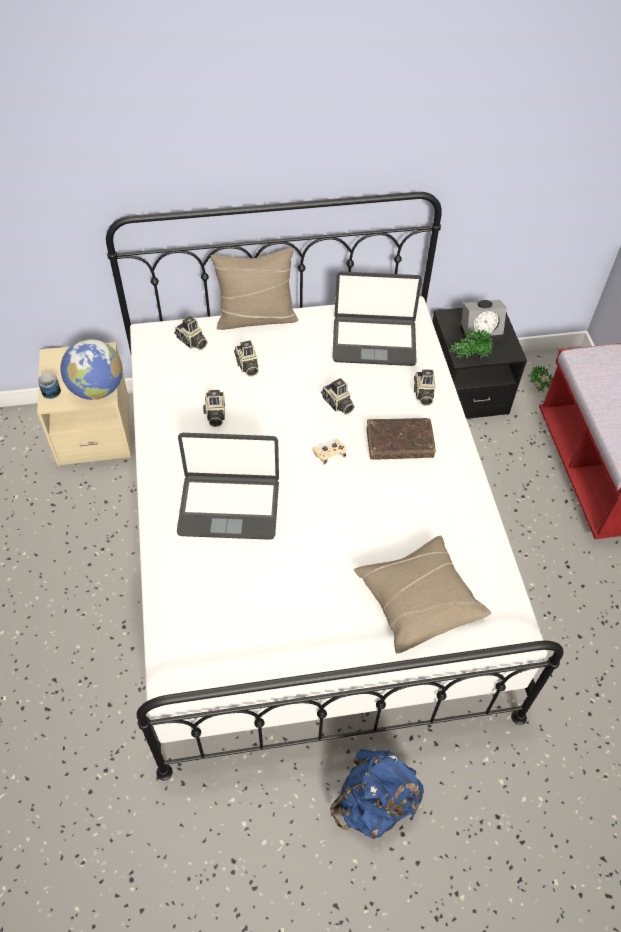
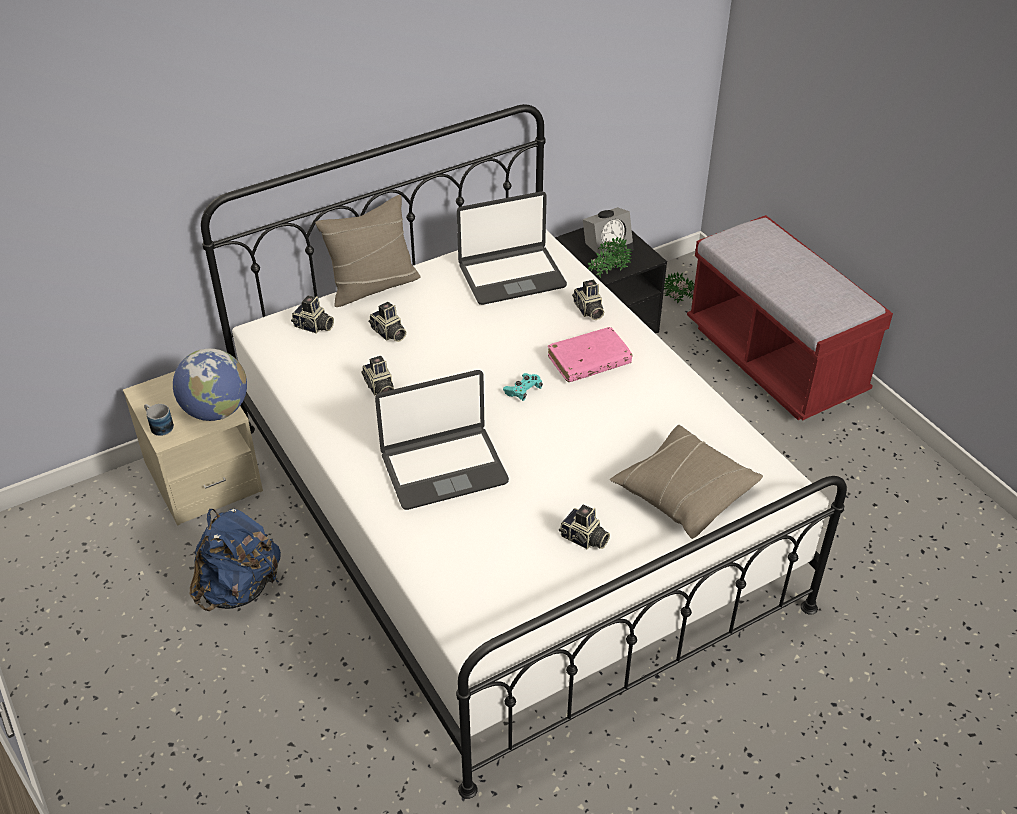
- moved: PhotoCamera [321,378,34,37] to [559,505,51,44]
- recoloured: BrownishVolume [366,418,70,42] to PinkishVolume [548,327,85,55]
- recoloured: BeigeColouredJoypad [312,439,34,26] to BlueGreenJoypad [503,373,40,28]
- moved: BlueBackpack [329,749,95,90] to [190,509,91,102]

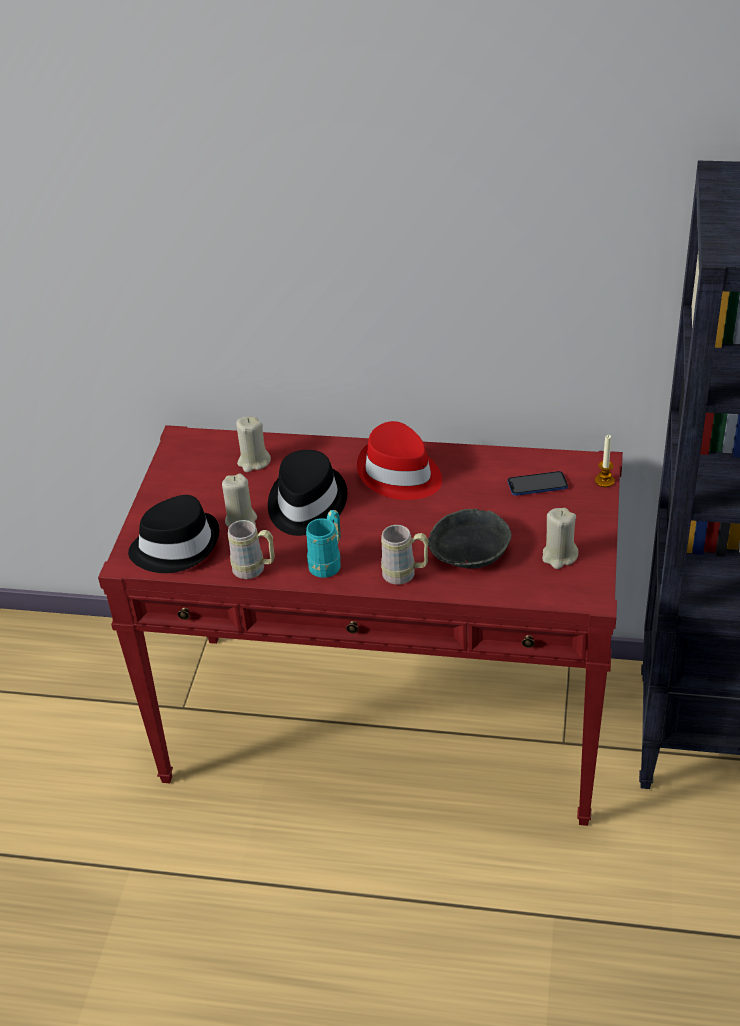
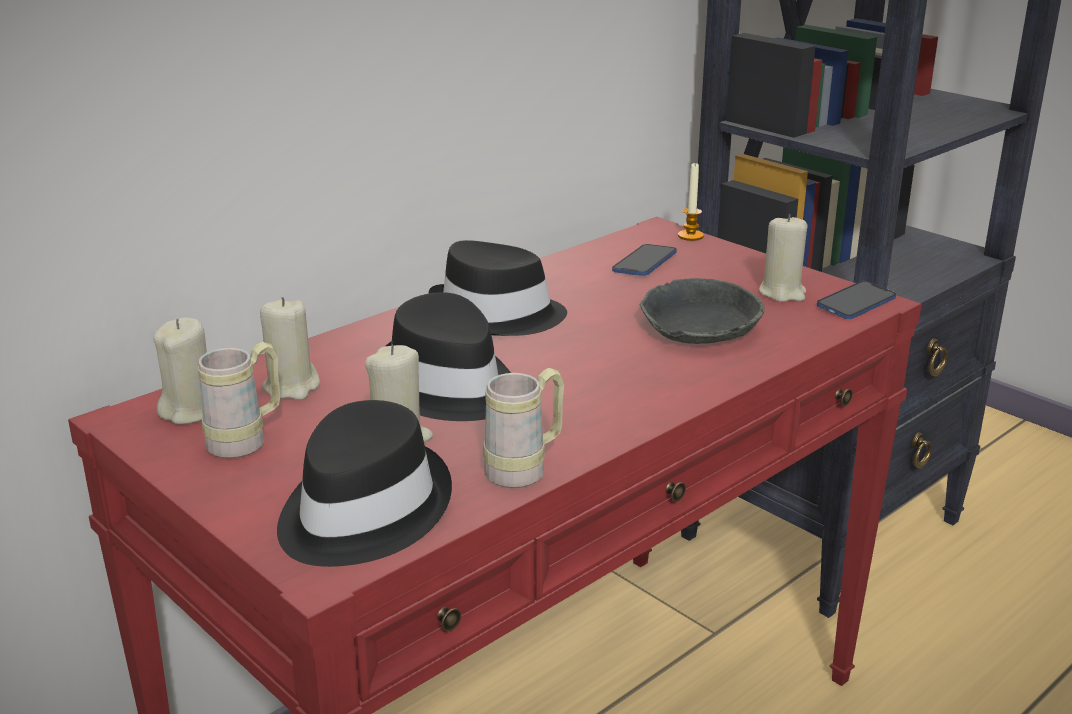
- recoloured: RedClothingHat [357,421,85,79] to BlackColouredClothingHat [429,240,138,96]
- removed: BlueGreenCoffeeMug [306,510,35,68]
- moved: BeigeColouredCoffeeMug [381,525,47,59] to [198,342,82,116]
- added: Handset [817,281,79,38]
- added: BeigeColouredCandle [153,317,54,107]

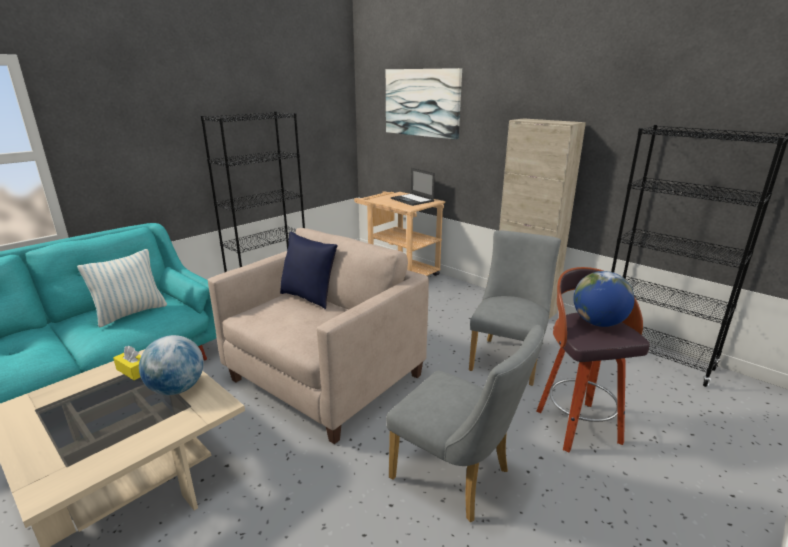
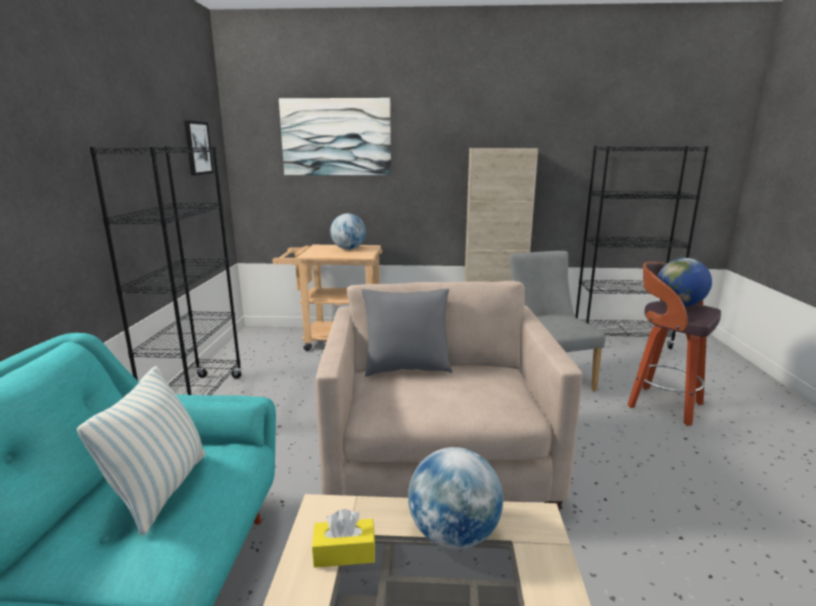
- replaced: PortableComputer [391,168,44,38] to Globe [330,213,36,37]
- recoloured: BluePillow [280,232,58,77] to GreyishPillow [361,288,91,88]
- removed: GreyishUprightChair [386,325,158,197]
- added: Picture [184,120,30,56]

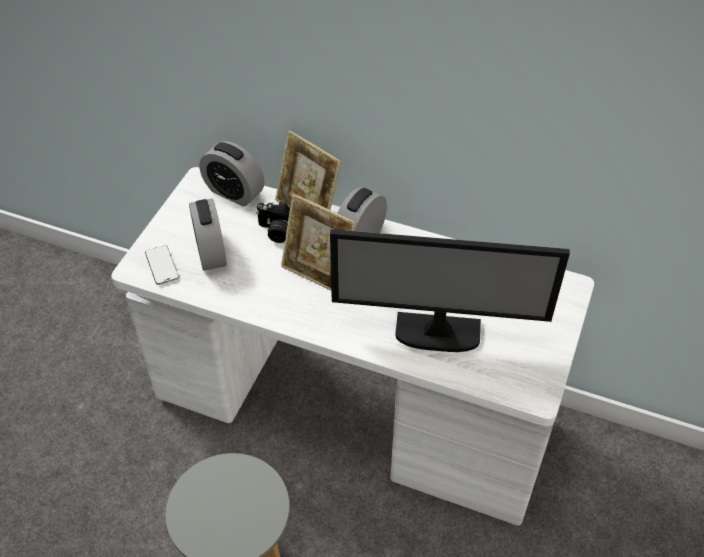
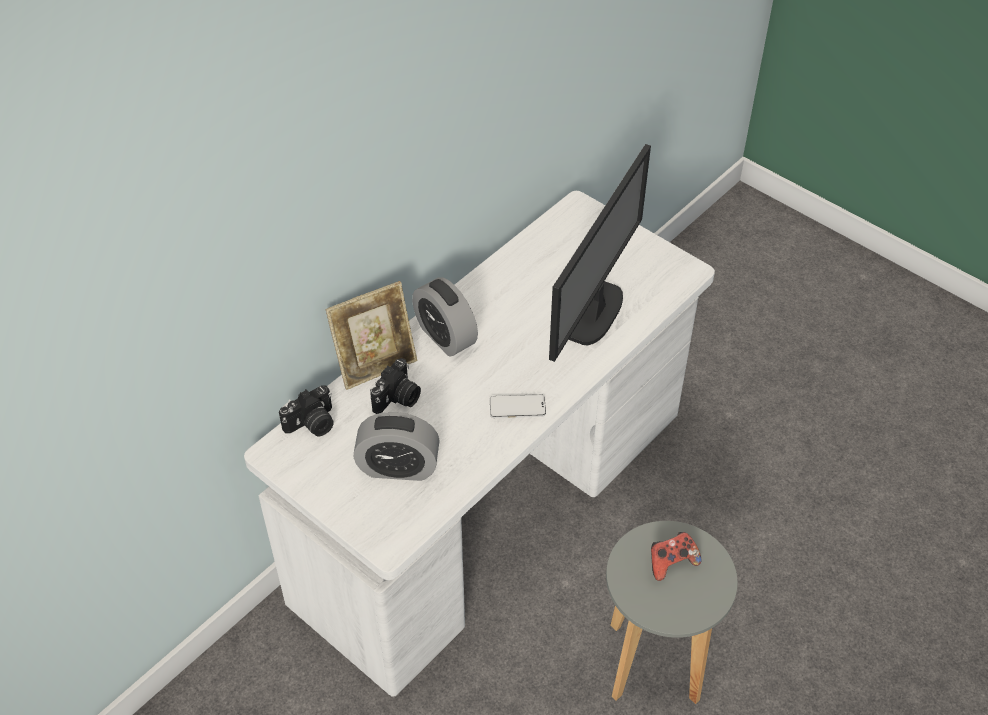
- replaced: BedsideClock [199,141,66,66] to PhotoCamera [279,385,55,51]
- removed: PictureFrame [281,194,76,96]
- moved: Handset [145,245,34,40] to [490,394,56,24]
- added: Joypad [651,532,51,49]

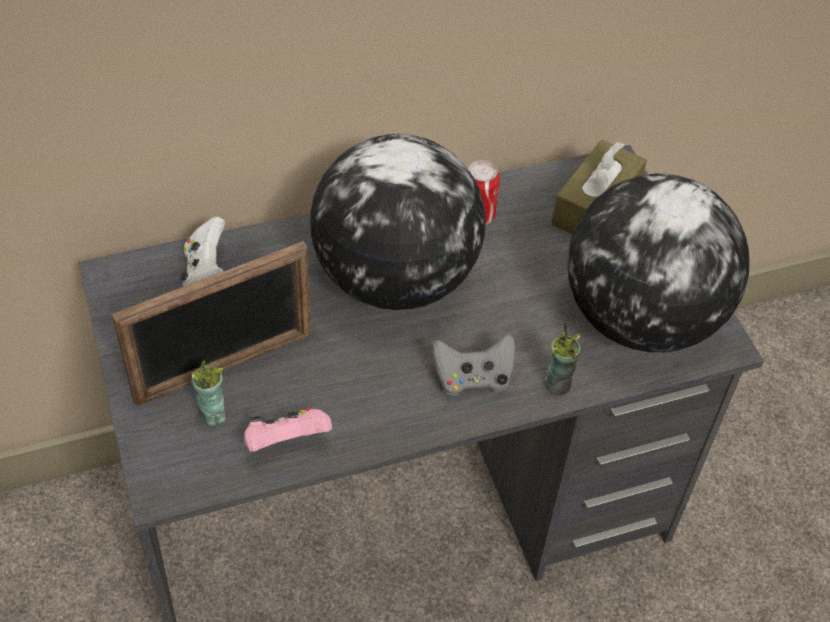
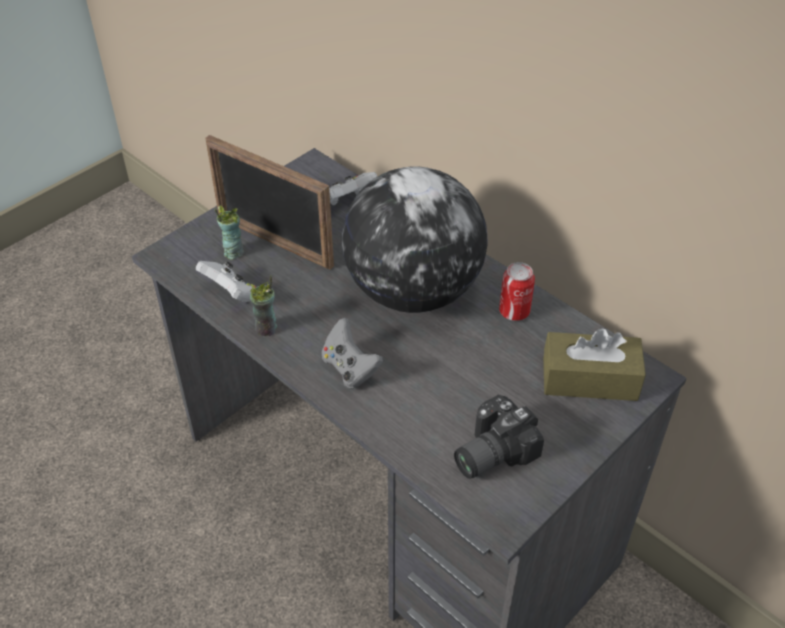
- replaced: Globe [567,174,183,179] to PhotoCamera [454,395,90,84]
- moved: SmallCup [545,321,36,74] to [250,275,27,61]
- recoloured: PinkishJoypad [244,408,88,44] to WhiteJoypad [196,261,60,41]

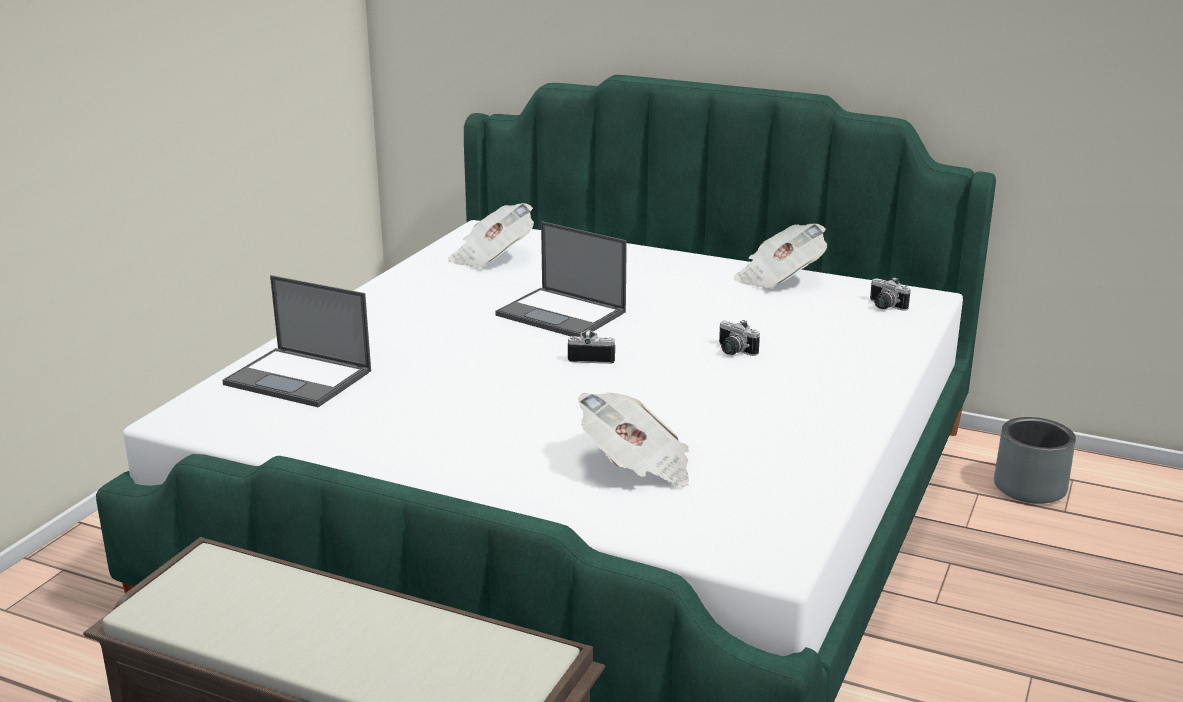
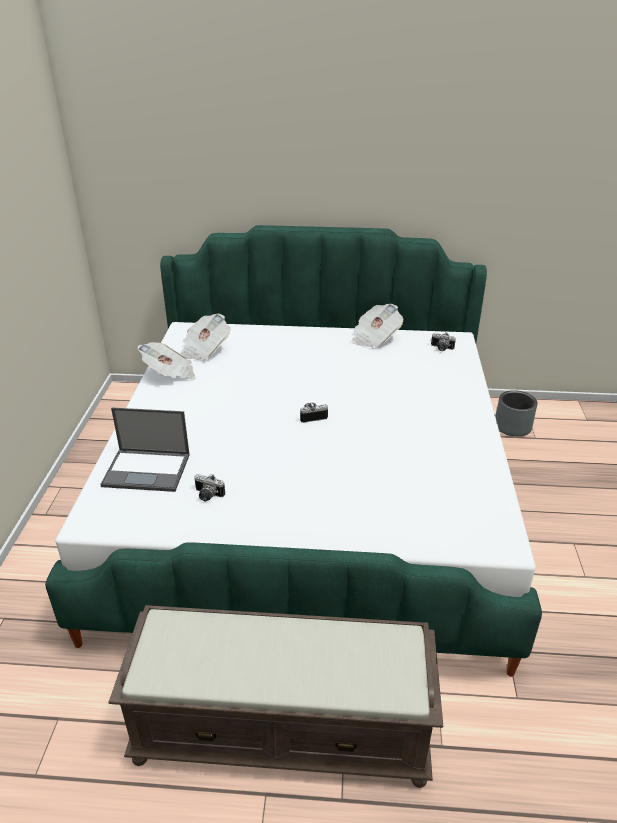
- removed: PortableComputer [495,221,132,116]
- moved: PhotoCamera [719,320,41,36] to [194,474,31,27]
- moved: DailyPaper [578,392,111,95] to [137,342,59,37]

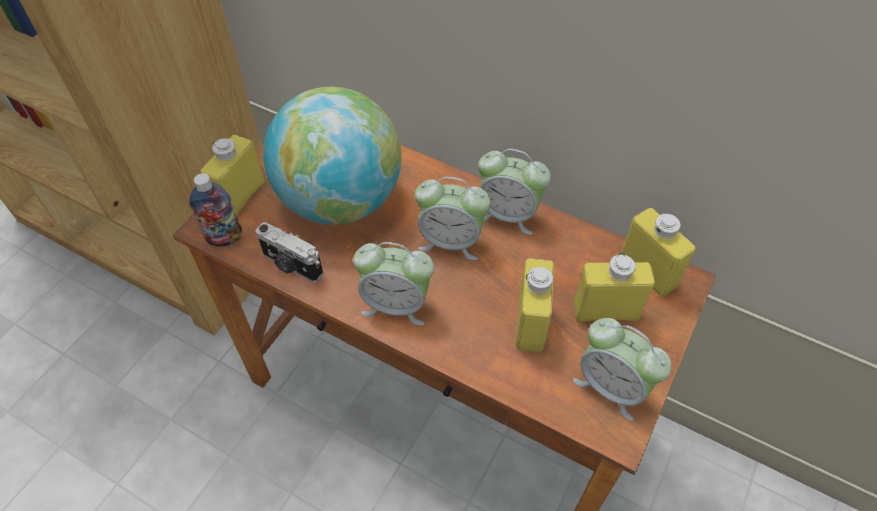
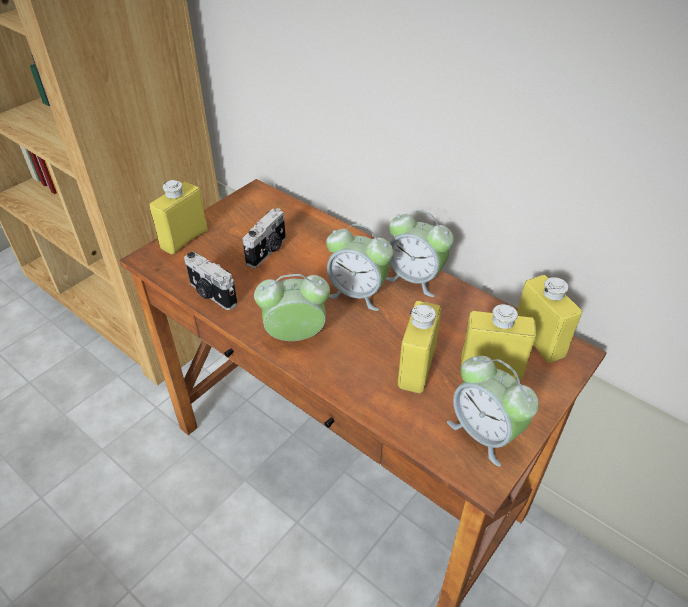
- replaced: Globe [263,87,139,138] to PhotoCamera [242,208,44,60]
- removed: DrinkBottle [189,173,53,73]
- turned: BedsideClock [353,242,81,83] = [254,274,76,67] 150 degrees clockwise

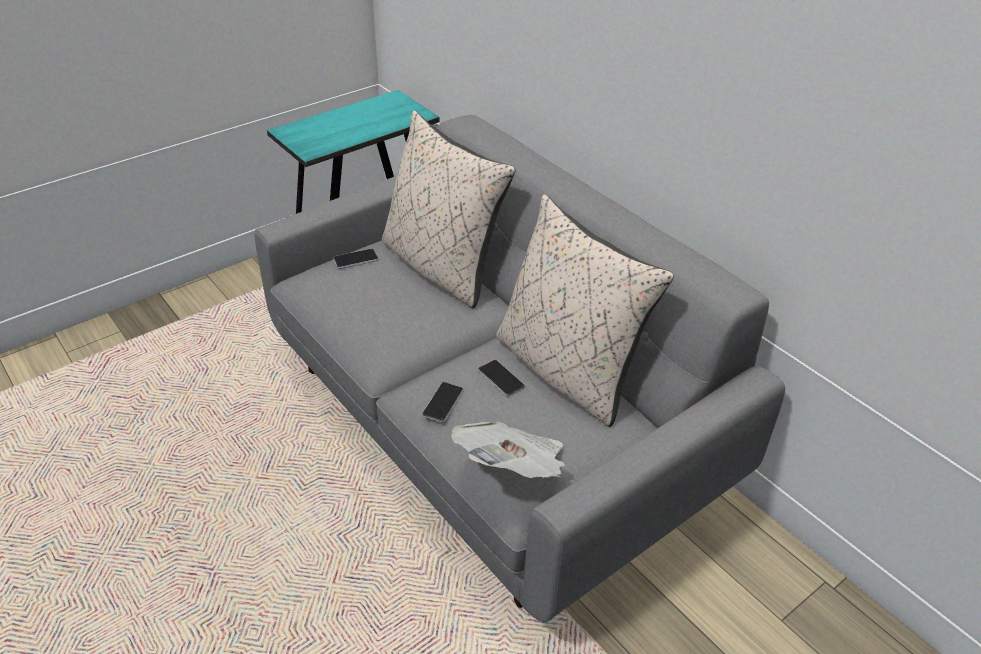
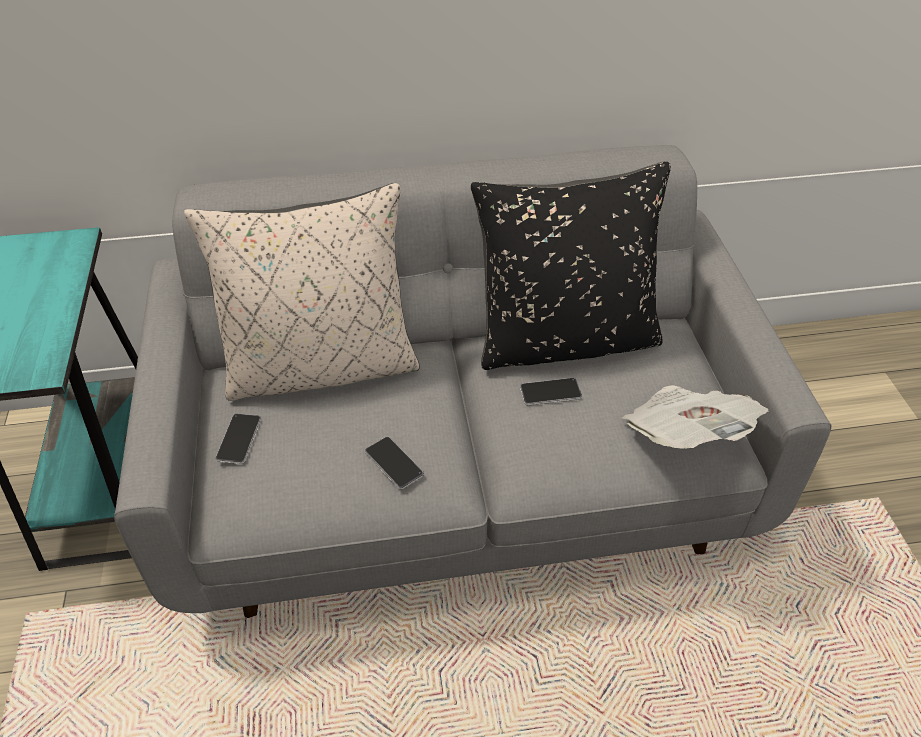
- recoloured: BeigeColouredPillow [496,194,178,233] to BlackColouredPillow [471,161,200,209]
- moved: Handset [422,382,42,40] to [365,437,59,52]

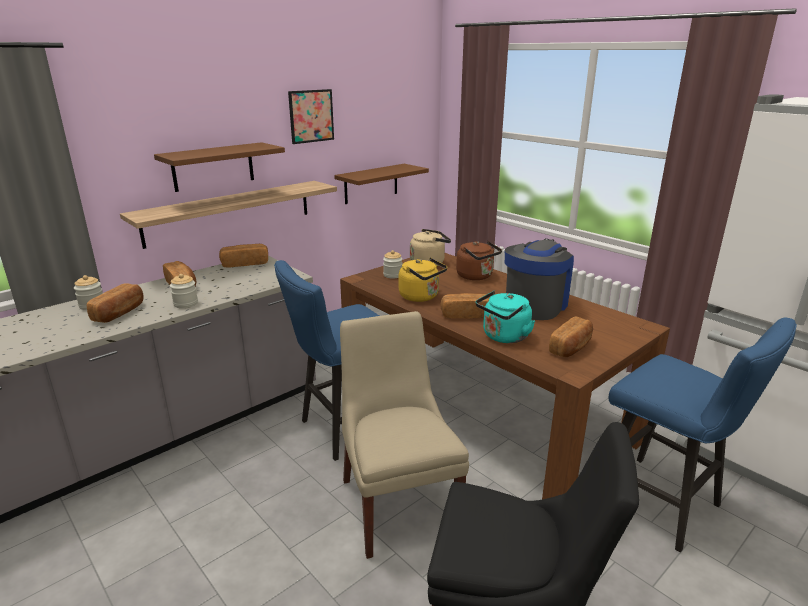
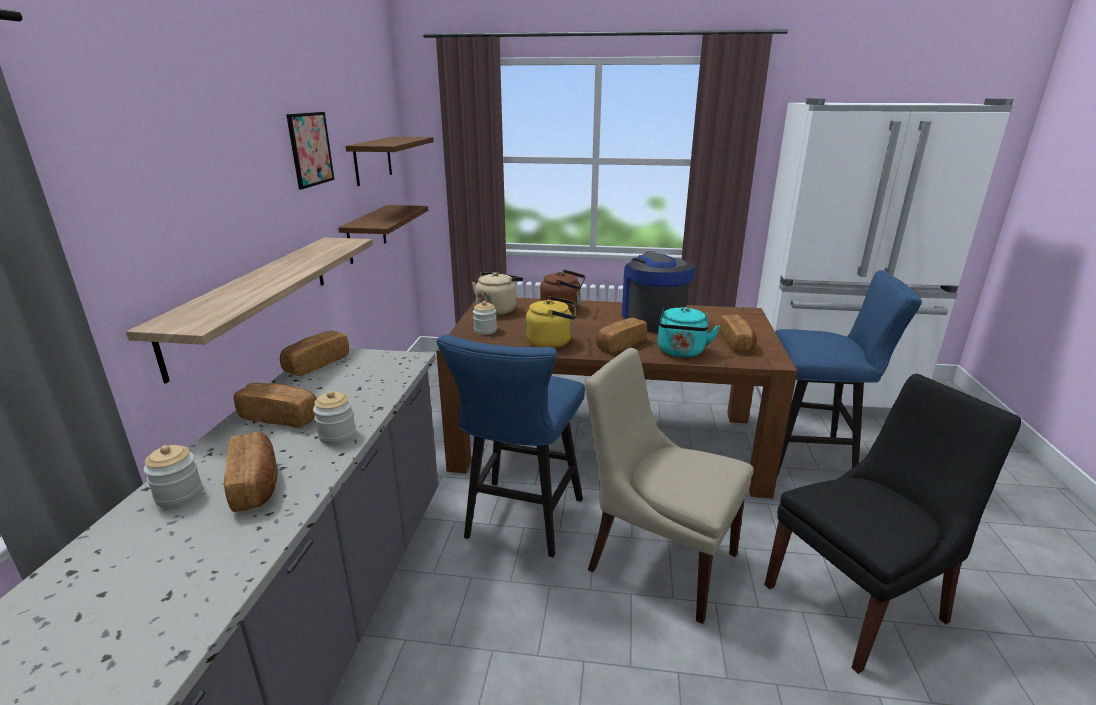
- moved: BrownishBracketShelf [154,142,131,50] to [346,137,88,49]

